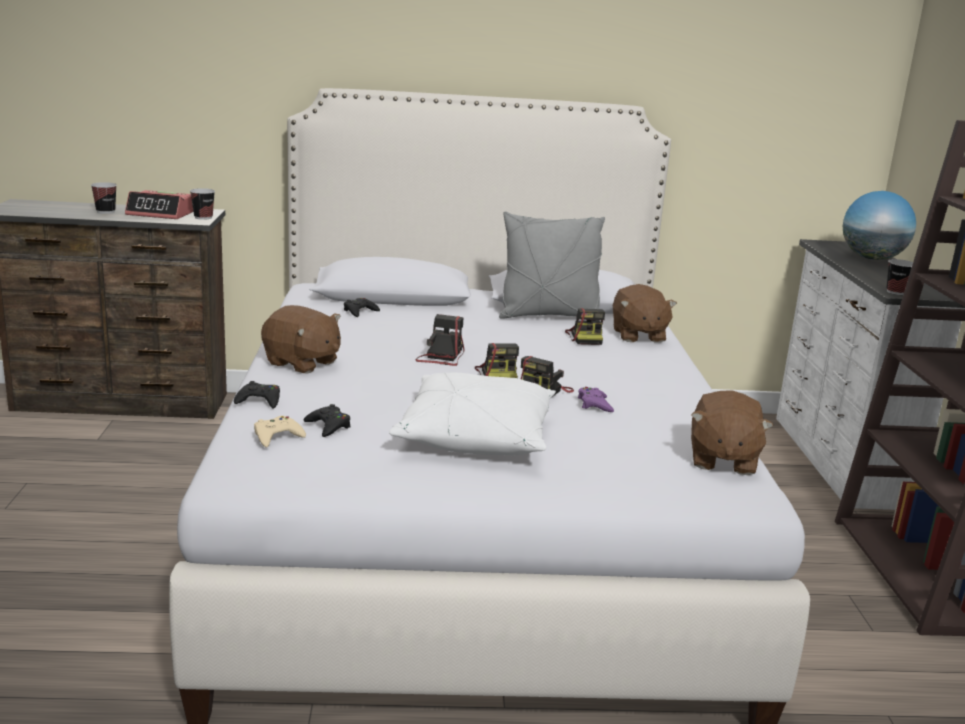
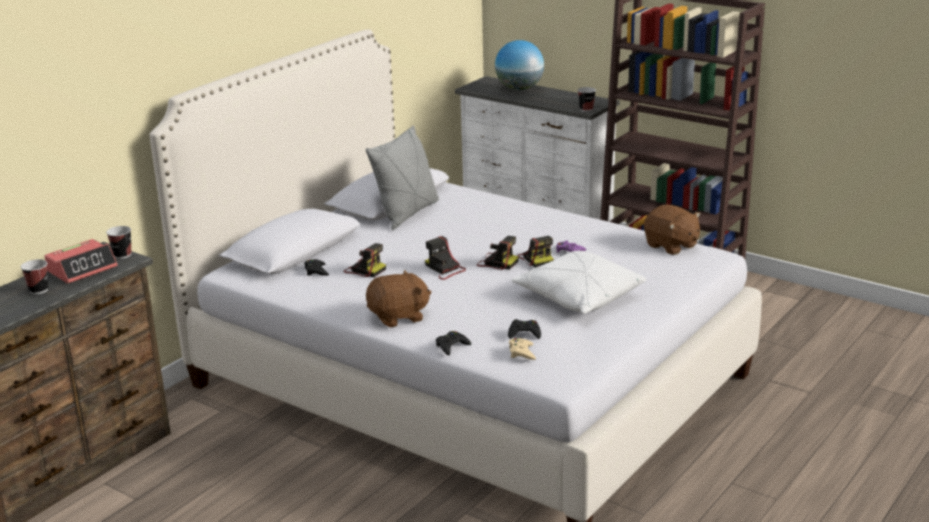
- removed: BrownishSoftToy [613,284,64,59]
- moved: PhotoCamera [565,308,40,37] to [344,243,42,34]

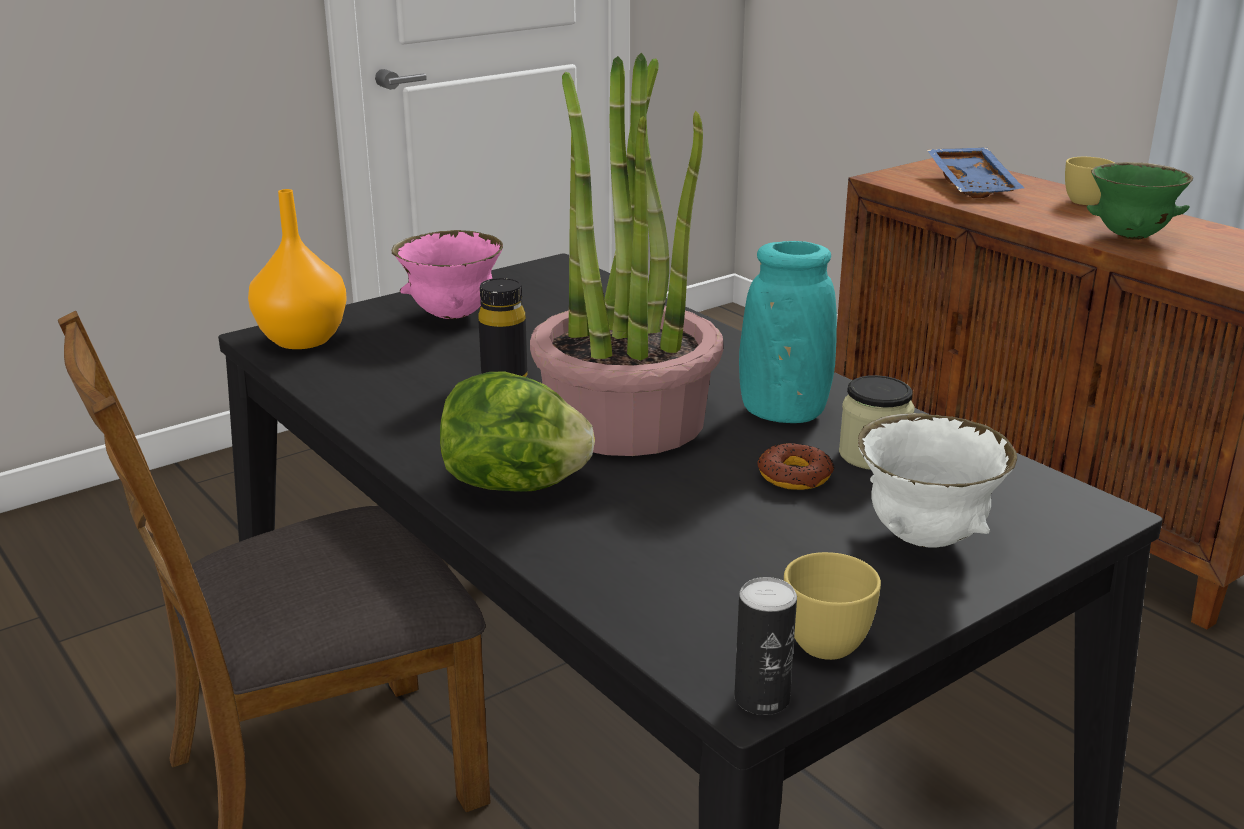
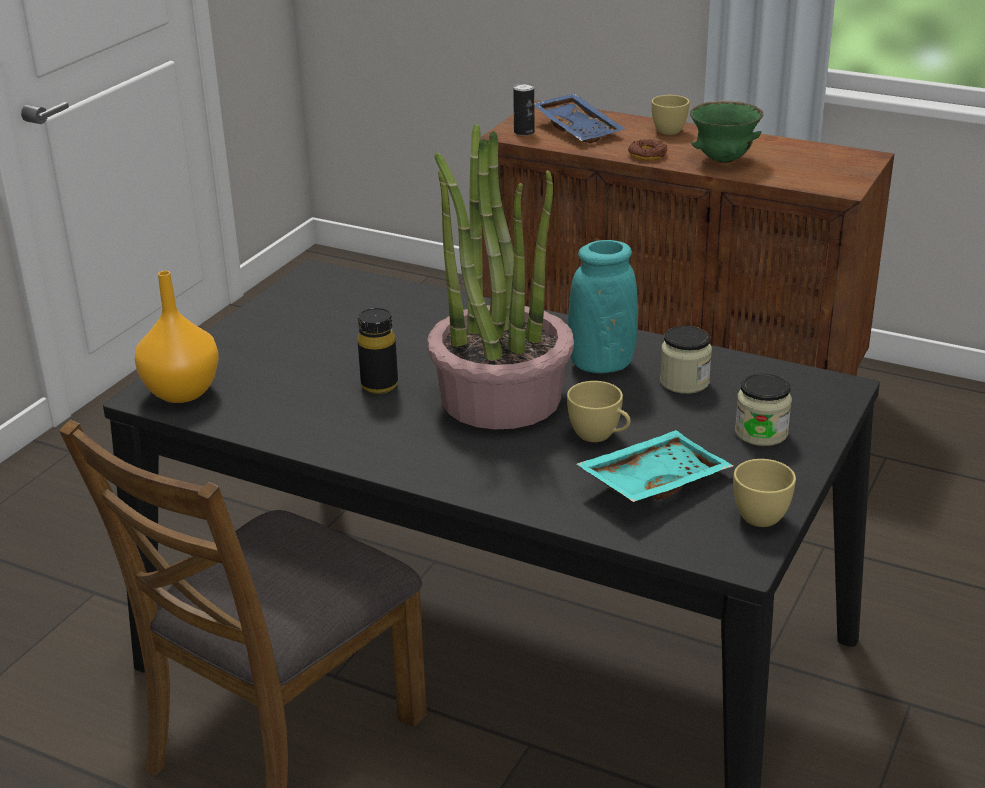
- removed: PinkishBowl [391,230,112,89]
- removed: Lettuce [440,371,155,121]
- replaced: WhiteBowl [858,413,159,135] to StorageJar [735,373,57,73]
- moved: RingDoughnut [758,443,76,47] to [628,139,39,22]
- moved: MetalCan [734,577,63,138] to [513,83,22,53]
- added: YellowColouredSmallCup [567,381,64,61]
- added: BlueGreenTray [577,430,156,72]

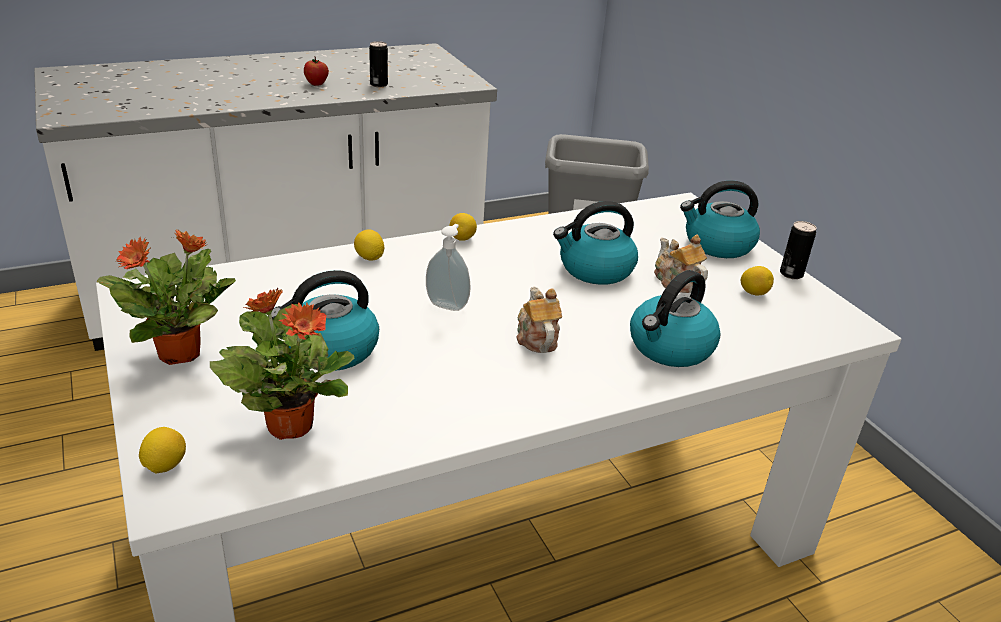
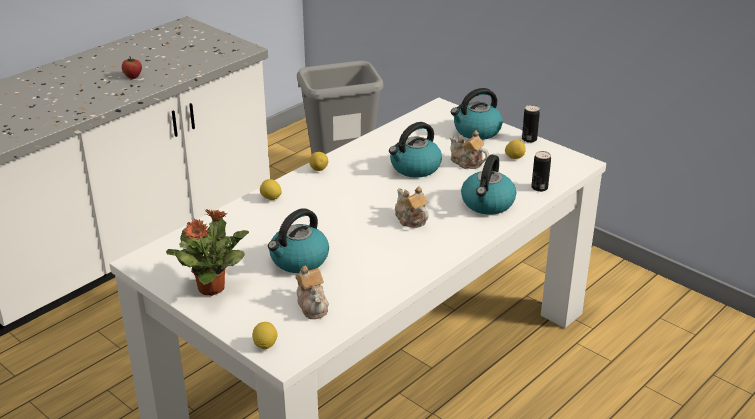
- moved: MetalCan [369,41,19,46] to [531,151,20,41]
- removed: LiquidSoapBottle [426,224,45,87]
- replaced: PottedPlant [210,288,144,152] to PotForTea [295,266,34,53]

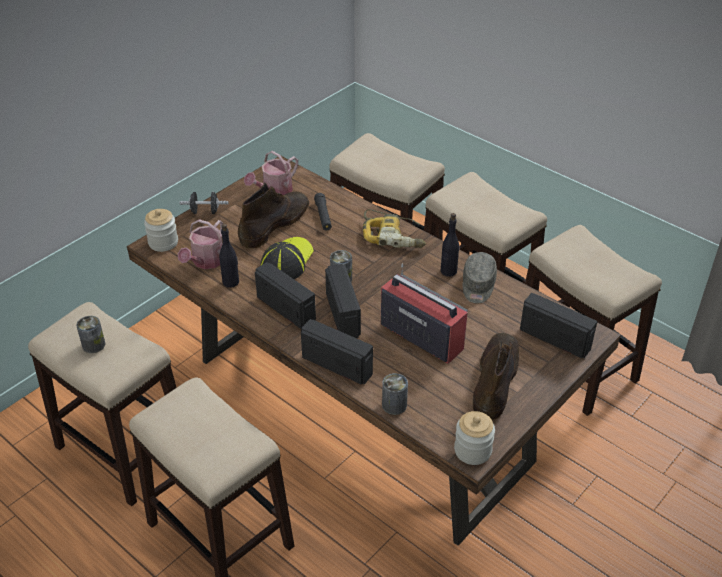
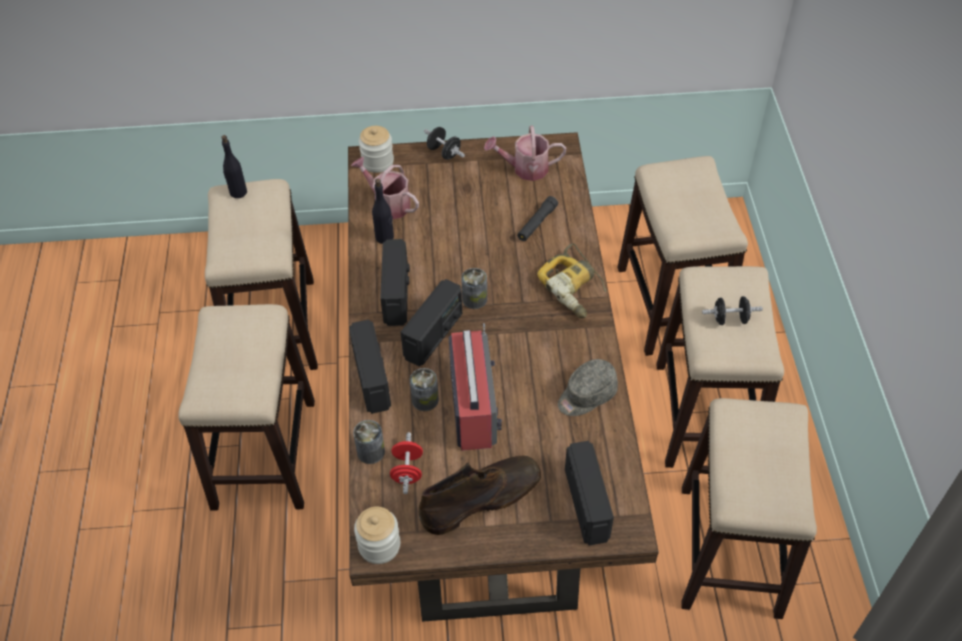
- removed: BrownishHighTopBoot [238,182,71,67]
- moved: BlackColouredDrinkBottle [441,213,18,64] to [221,135,26,63]
- turned: WateringPot [177,219,46,50] = [351,157,68,62] 60 degrees clockwise
- removed: PeakedCap [261,237,53,42]
- moved: MetalCan [76,316,29,37] to [410,368,29,43]
- added: BlackColouredFreeWeight [702,296,61,29]
- added: RedFreeWeight [390,432,33,62]

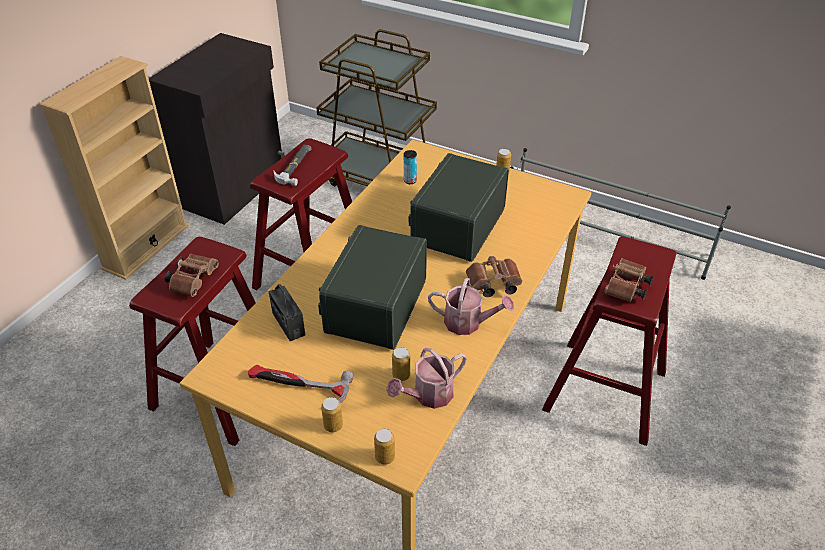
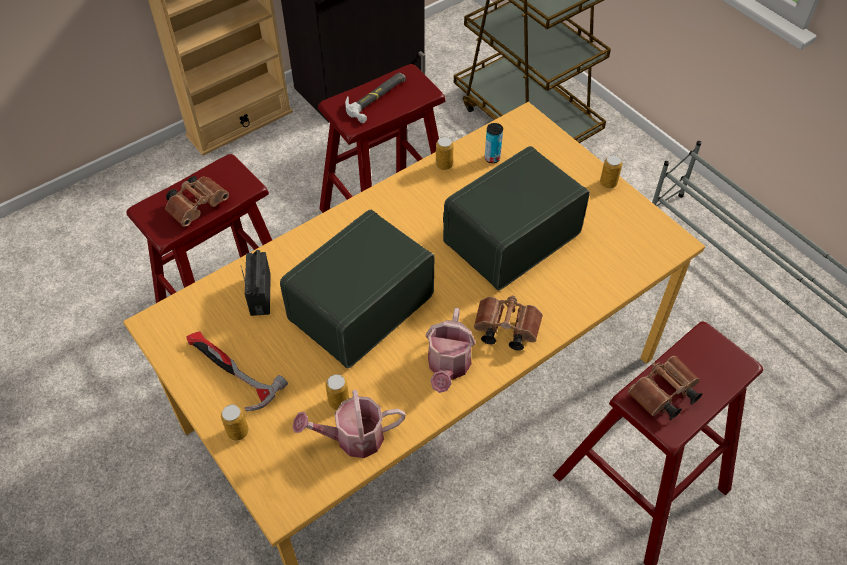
- turned: WateringPot [428,278,86,57] = [425,308,51,85] 60 degrees clockwise
- moved: MetalCan [374,428,21,37] to [436,137,18,33]

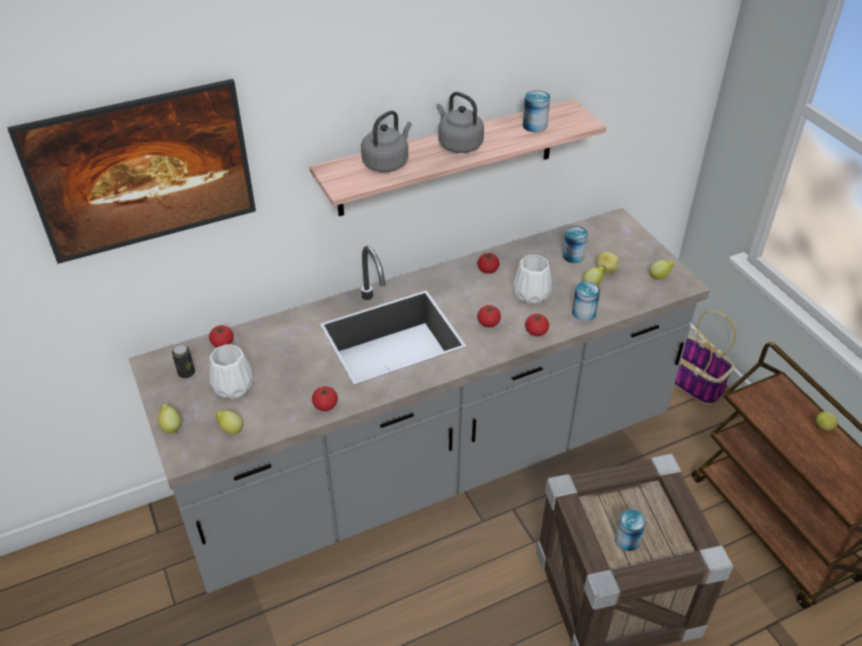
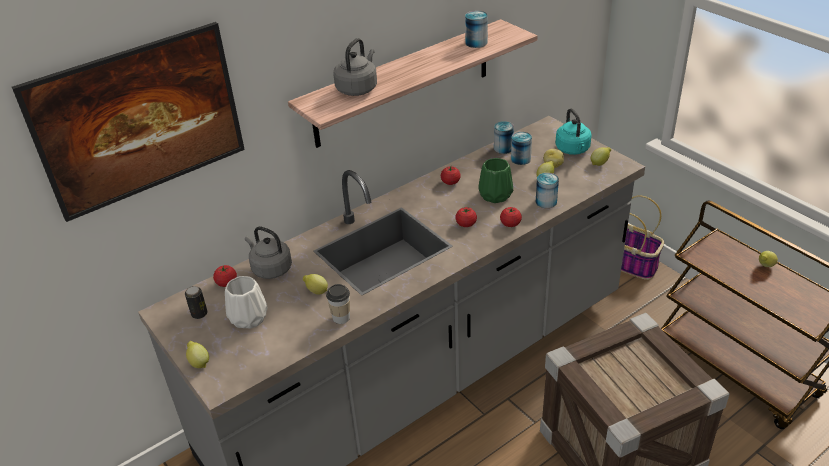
- moved: GreyishKettle [437,92,47,61] to [245,226,47,53]
- recoloured: WhiteDecorativeVase [513,255,39,49] to GreenDecorativeVase [478,158,35,45]
- replaced: FreshTomato [312,386,26,25] to SmallCup [326,284,24,40]
- moved: CitrusFruit [216,410,27,25] to [303,274,25,21]
- moved: MetalCan [615,509,31,42] to [494,121,20,33]
- added: BlueGreenKettle [555,108,36,47]

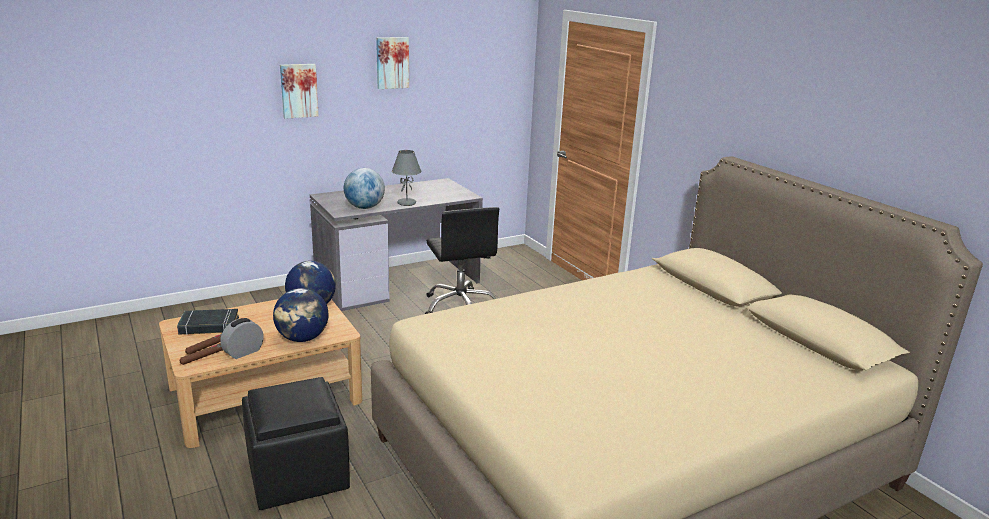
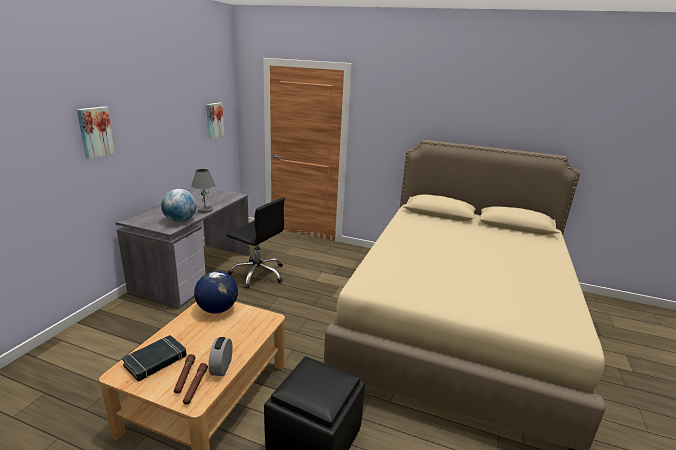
- moved: Picture [376,37,33,52] to [206,103,18,36]
- removed: Globe [273,288,56,54]

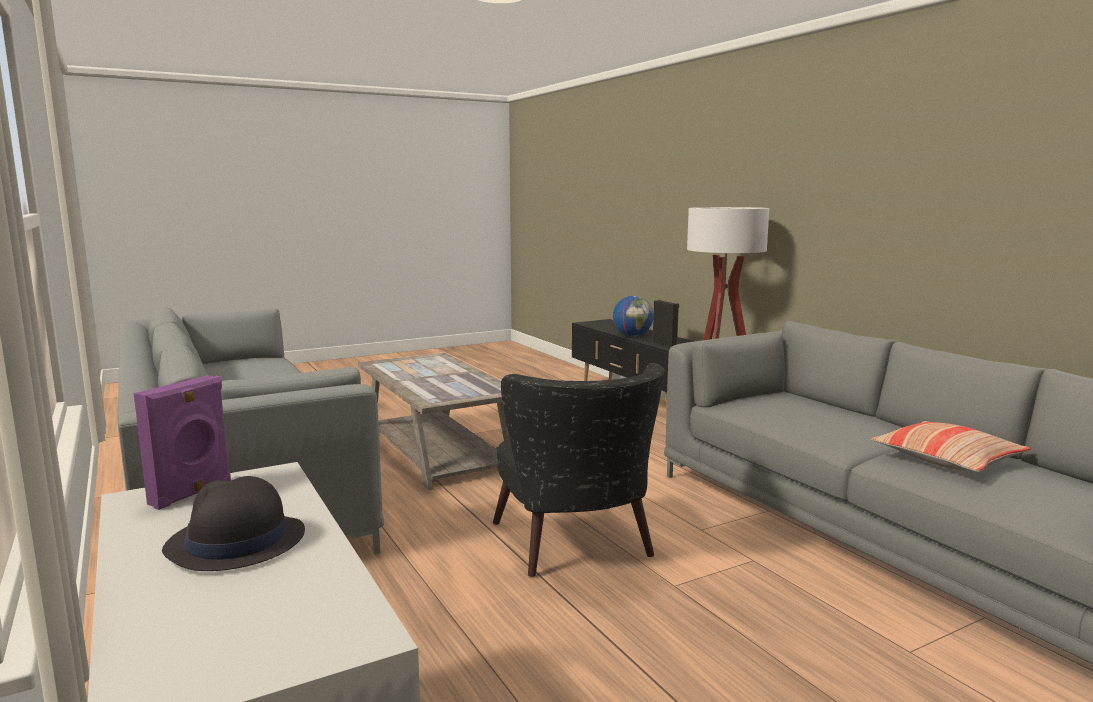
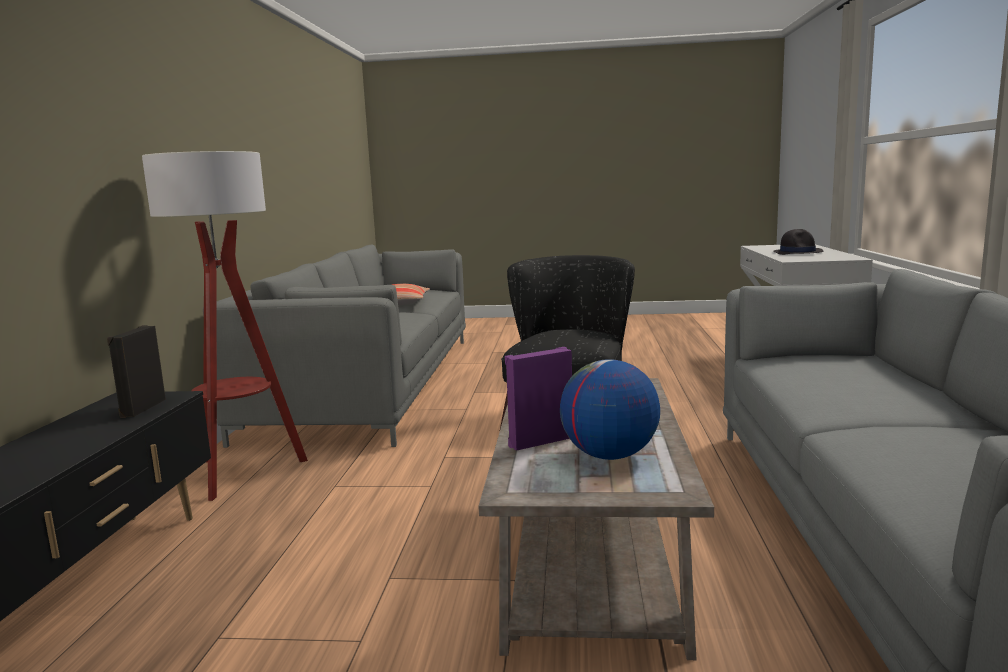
- moved: Globe [613,296,40,40] to [560,359,100,101]
- moved: PurplishSpeaker [134,375,97,135] to [505,347,67,104]

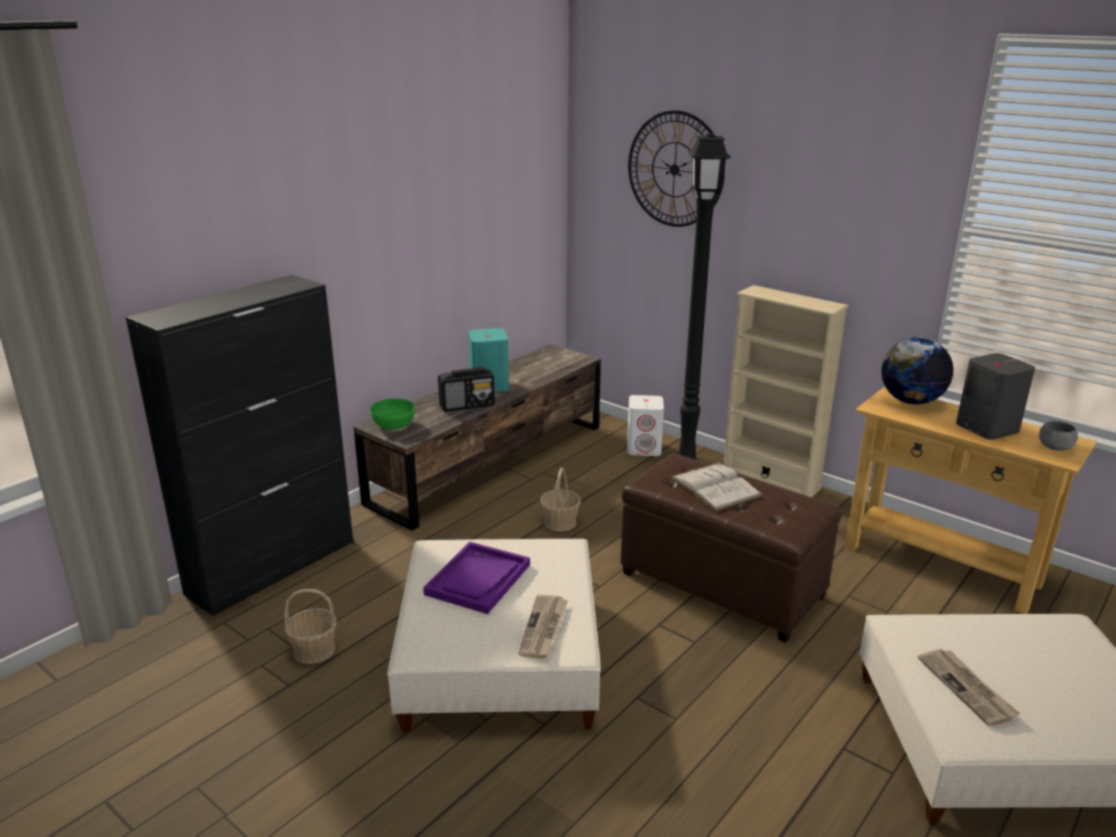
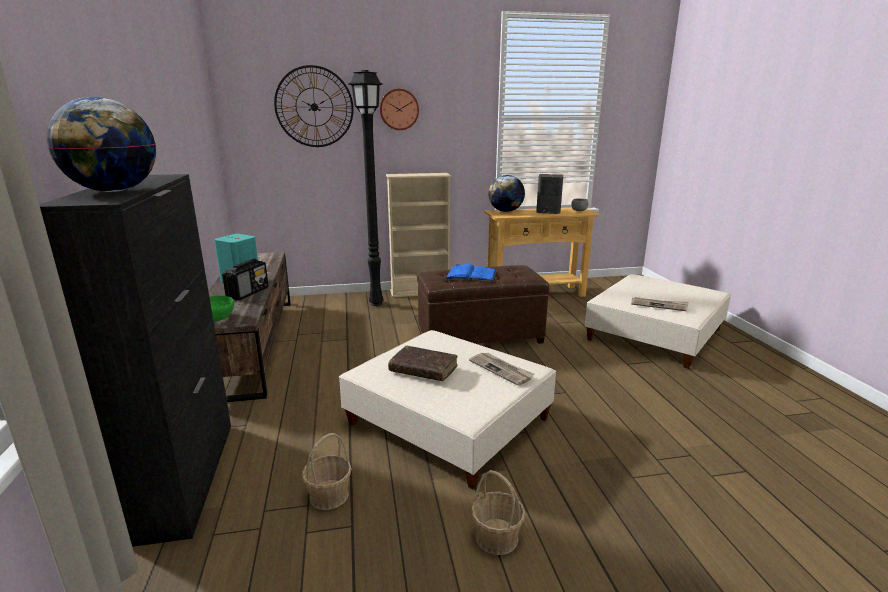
- removed: WhiteSpeaker [627,395,37,61]
- recoloured: WhiteVolume [670,462,93,50] to BlueVolume [445,264,51,18]
- moved: HouseholdBasket [540,468,41,63] to [471,470,55,85]
- replaced: PurplishTray [423,542,107,72] to BrownishVolume [388,346,70,35]
- added: ClockOnTheWall [380,89,39,41]
- added: Globe [47,97,109,95]

